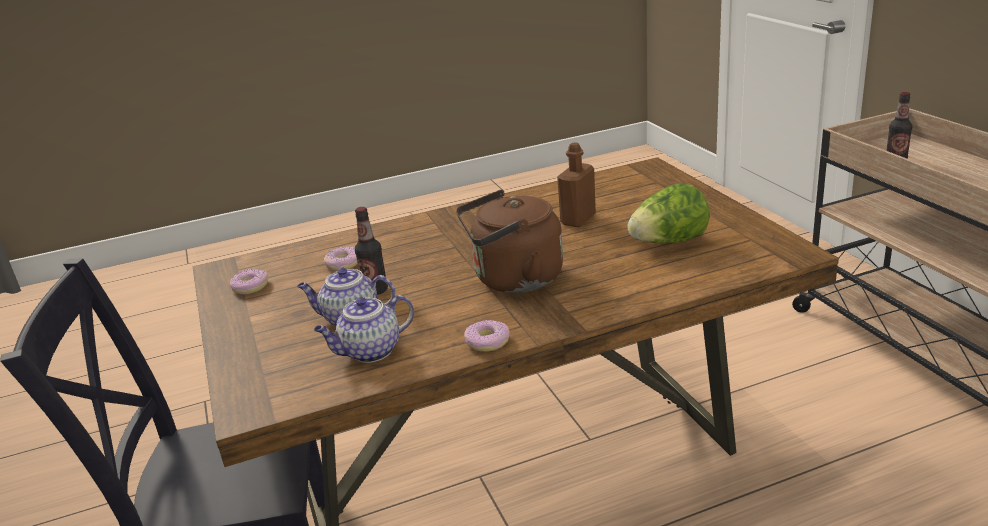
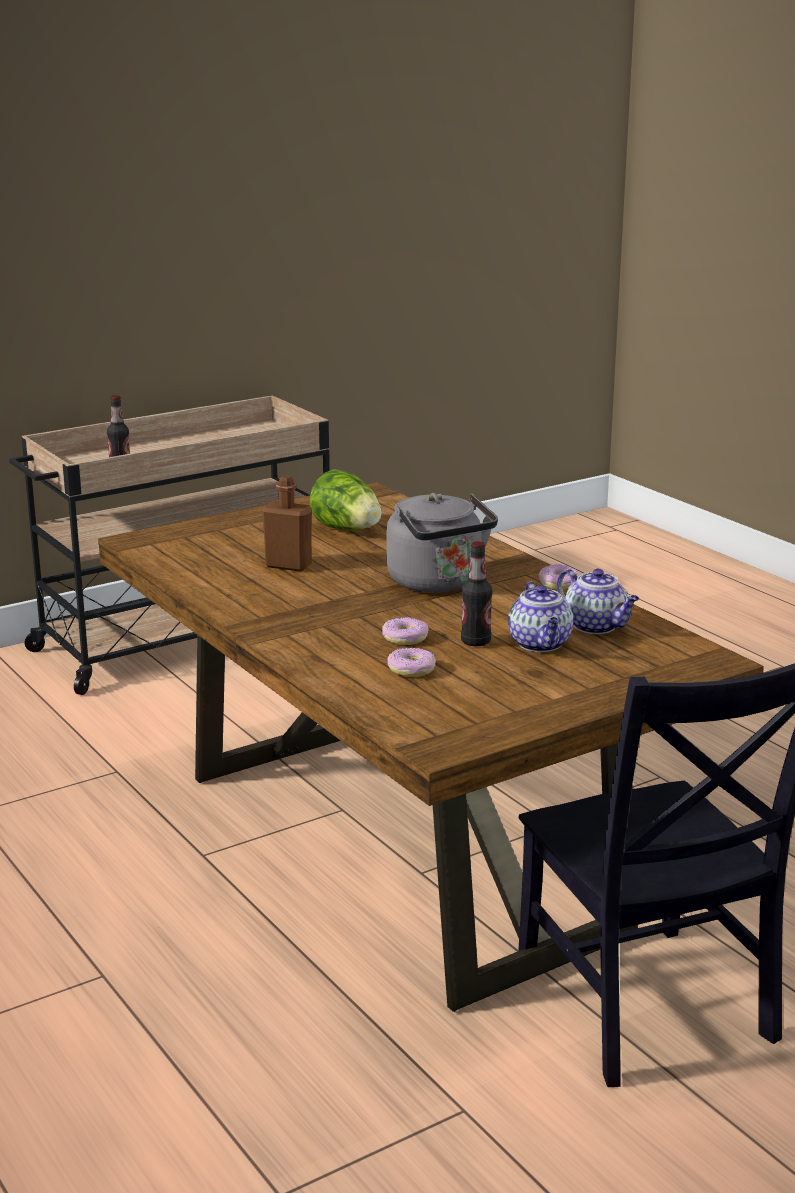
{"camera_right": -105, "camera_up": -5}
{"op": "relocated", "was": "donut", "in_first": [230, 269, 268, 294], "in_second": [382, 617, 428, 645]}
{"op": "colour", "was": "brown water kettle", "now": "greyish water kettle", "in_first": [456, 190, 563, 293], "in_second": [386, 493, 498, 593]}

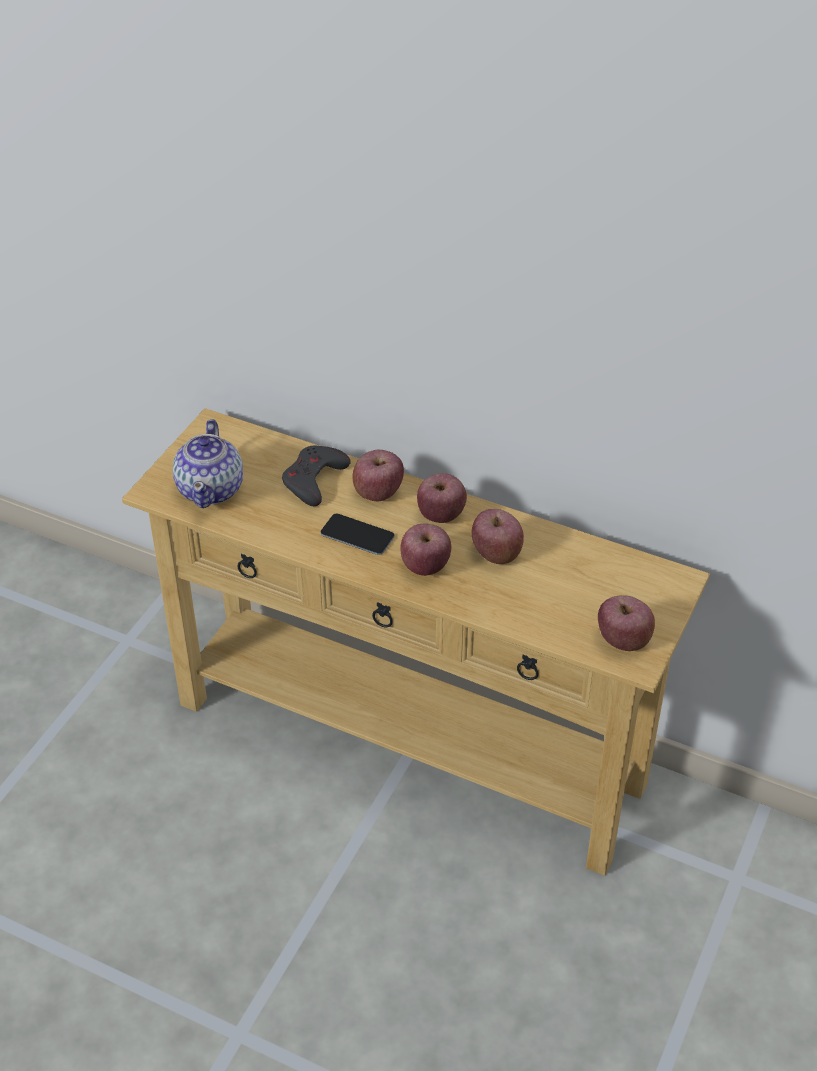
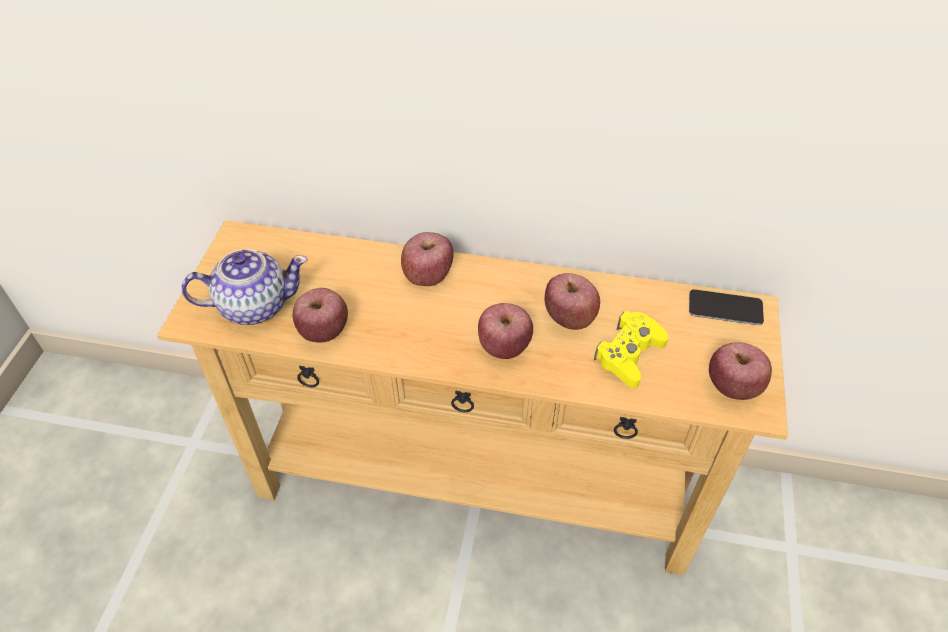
{"camera_right": -15, "camera_up": 5}
{"op": "spun", "was": "teapot", "in_first": [173, 419, 243, 508], "in_second": [182, 249, 308, 325], "clockwise": -90}
{"op": "relocated", "was": "whole apple", "in_first": [417, 473, 467, 523], "in_second": [292, 288, 348, 342]}
{"op": "appeared", "now": "yellowish gamepad", "in_second": [594, 311, 668, 388]}
{"op": "relocated", "was": "phone", "in_first": [321, 514, 394, 555], "in_second": [689, 289, 764, 325]}
{"op": "missing", "was": "greyish gamepad", "in_first": [282, 446, 351, 506]}

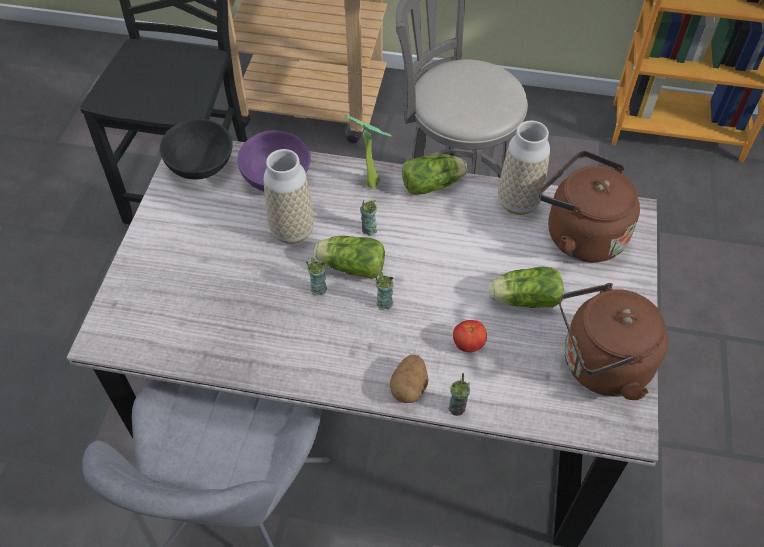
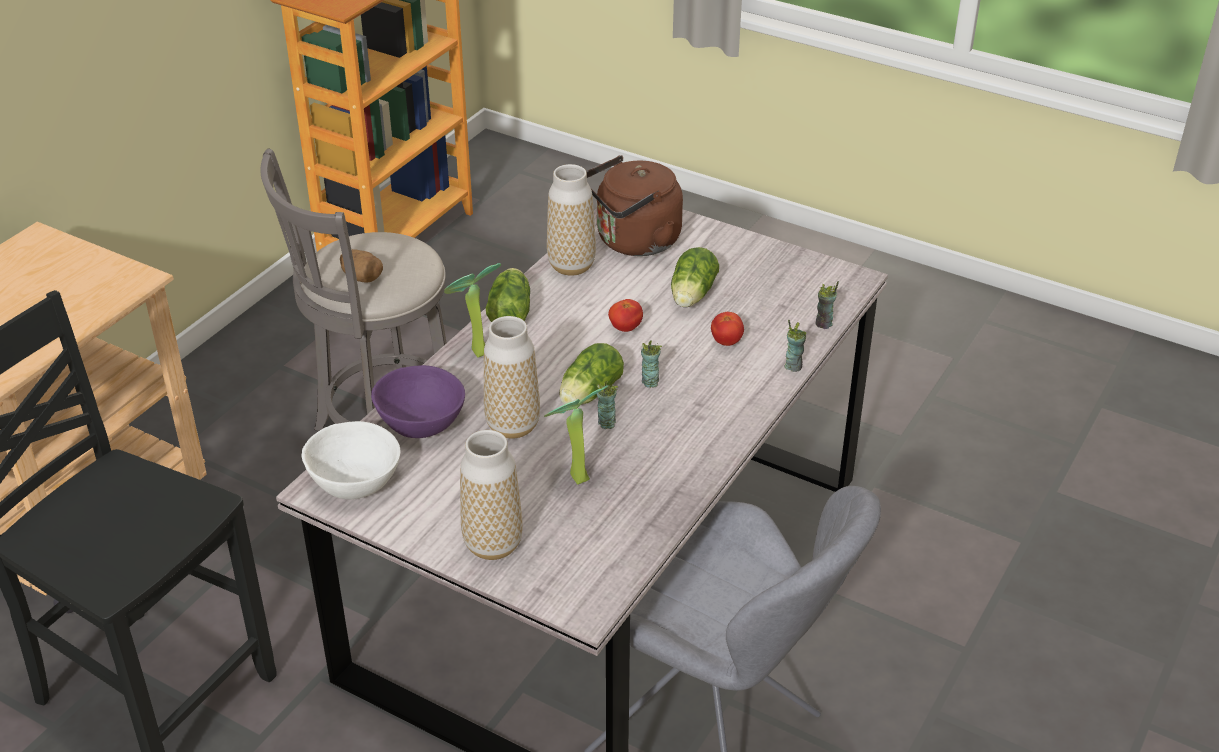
{"camera_right": -70, "camera_up": -15}
{"op": "colour", "was": "blackish serving bowl", "now": "whitish serving bowl", "in_first": [160, 119, 233, 179], "in_second": [301, 421, 400, 499]}
{"op": "relocated", "was": "potato", "in_first": [390, 354, 429, 403], "in_second": [340, 249, 383, 283]}
{"op": "appeared", "now": "vase", "in_second": [460, 430, 523, 560]}
{"op": "appeared", "now": "houseplant", "in_second": [544, 386, 608, 485]}
{"op": "appeared", "now": "fresh tomato", "in_second": [608, 299, 643, 332]}
{"op": "relocated", "was": "cup", "in_first": [360, 200, 377, 236], "in_second": [815, 281, 839, 329]}
{"op": "missing", "was": "brown water kettle", "in_first": [559, 283, 668, 400]}

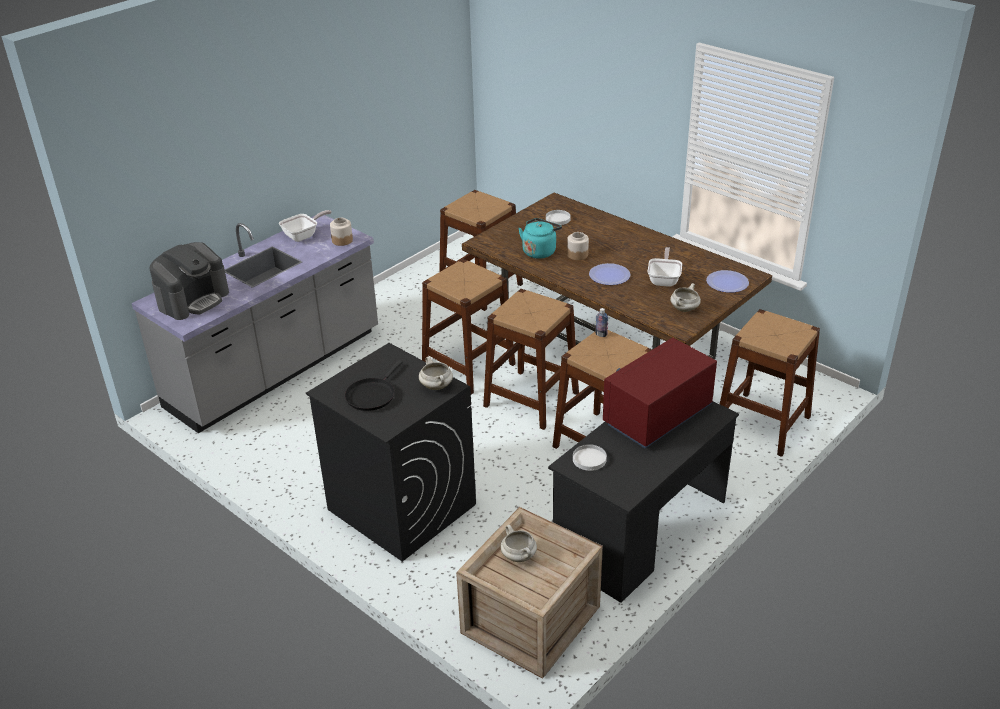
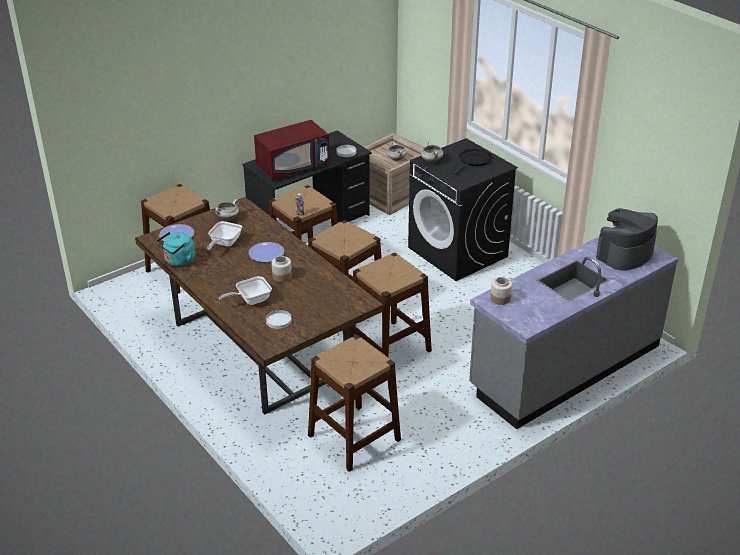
{"camera_right": -170, "camera_up": 0}
{"op": "relocated", "was": "turquoise-coloured water kettle", "in_first": [518, 218, 562, 259], "in_second": [156, 232, 195, 267]}
{"op": "relocated", "was": "skillet", "in_first": [279, 210, 332, 242], "in_second": [218, 276, 272, 305]}

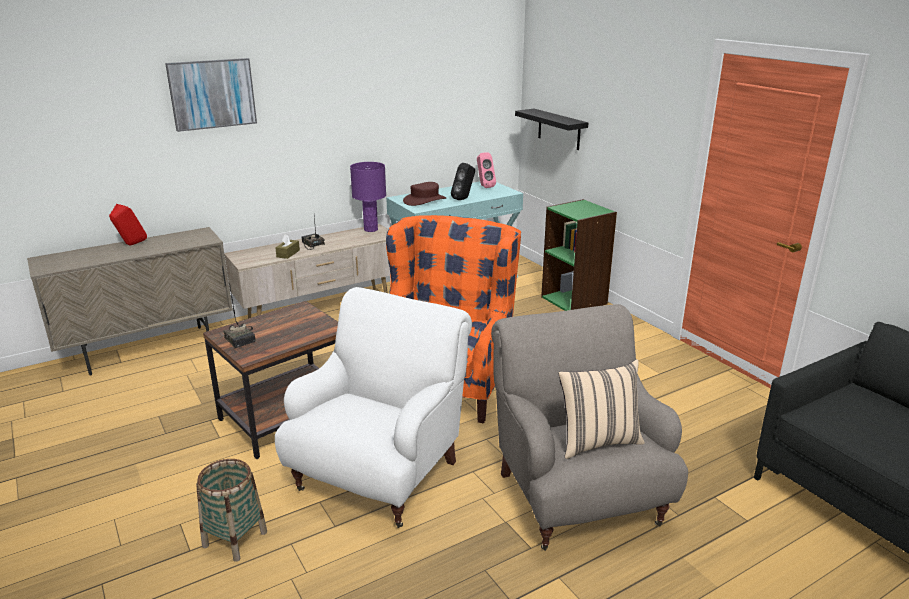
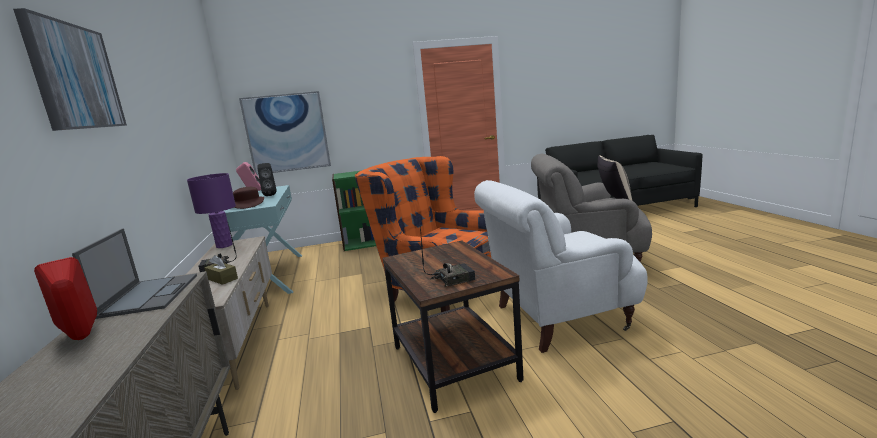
{"camera_right": -70, "camera_up": -10}
{"op": "appeared", "now": "portable computer", "in_second": [72, 228, 197, 319]}
{"op": "exchanged", "was": "blackish shelf", "now": "wall art", "in_first": [515, 109, 588, 150], "in_second": [239, 91, 331, 175]}
{"op": "spun", "was": "whitish armchair", "in_first": [275, 287, 472, 528], "in_second": [474, 180, 648, 353], "clockwise": -60}
{"op": "missing", "was": "storage basket", "in_first": [196, 459, 267, 562]}

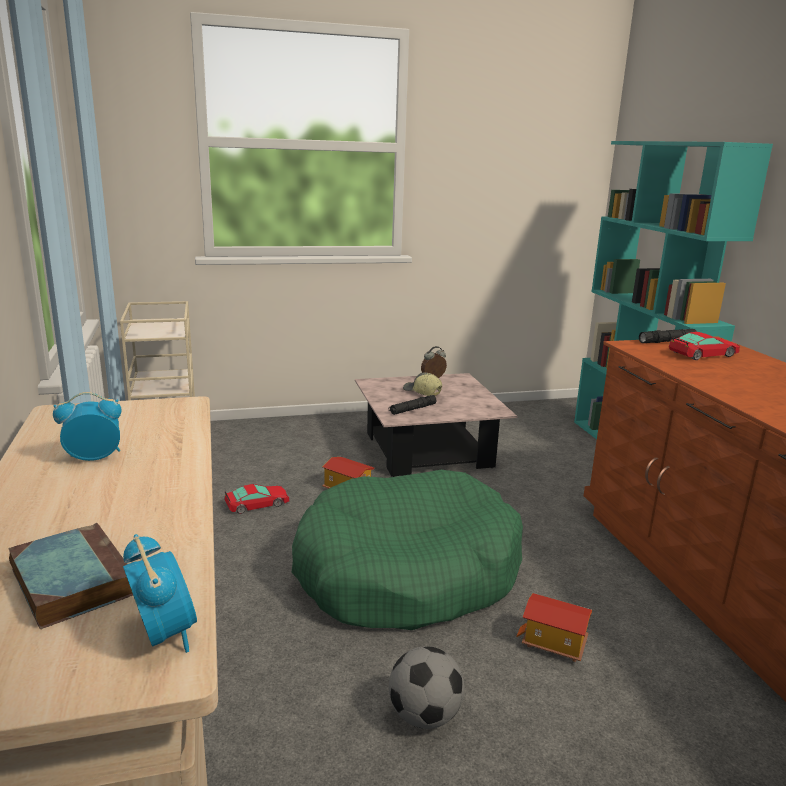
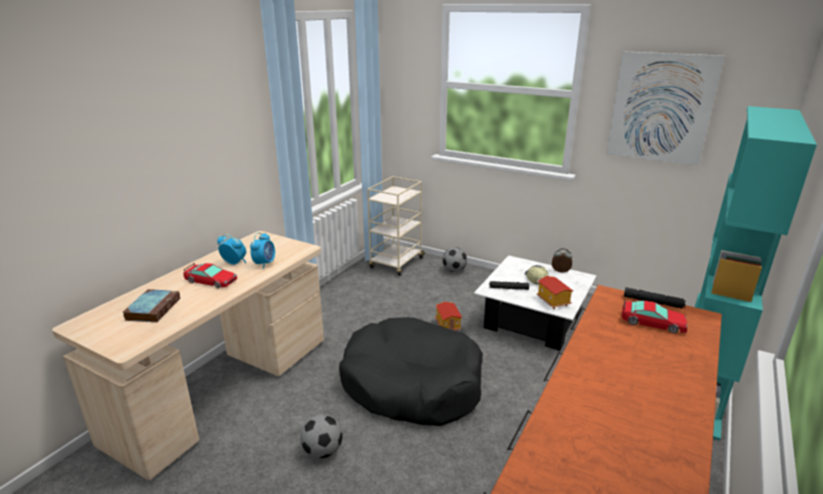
{"camera_right": 45, "camera_up": 5}
{"op": "relocated", "was": "model car", "in_first": [224, 484, 290, 514], "in_second": [184, 263, 237, 288]}
{"op": "relocated", "was": "alarm clock", "in_first": [123, 534, 197, 653], "in_second": [250, 233, 275, 269]}
{"op": "colour", "was": "green pet bed", "now": "blackish pet bed", "in_first": [291, 470, 523, 630], "in_second": [339, 317, 483, 426]}
{"op": "appeared", "now": "football", "in_second": [442, 247, 467, 272]}
{"op": "colour", "was": "pinkish low table", "now": "whitish low table", "in_first": [355, 373, 517, 477], "in_second": [474, 255, 597, 351]}
{"op": "relocated", "was": "model house", "in_first": [516, 593, 592, 662], "in_second": [536, 276, 573, 309]}
{"op": "appeared", "now": "wall art", "in_second": [606, 51, 724, 166]}

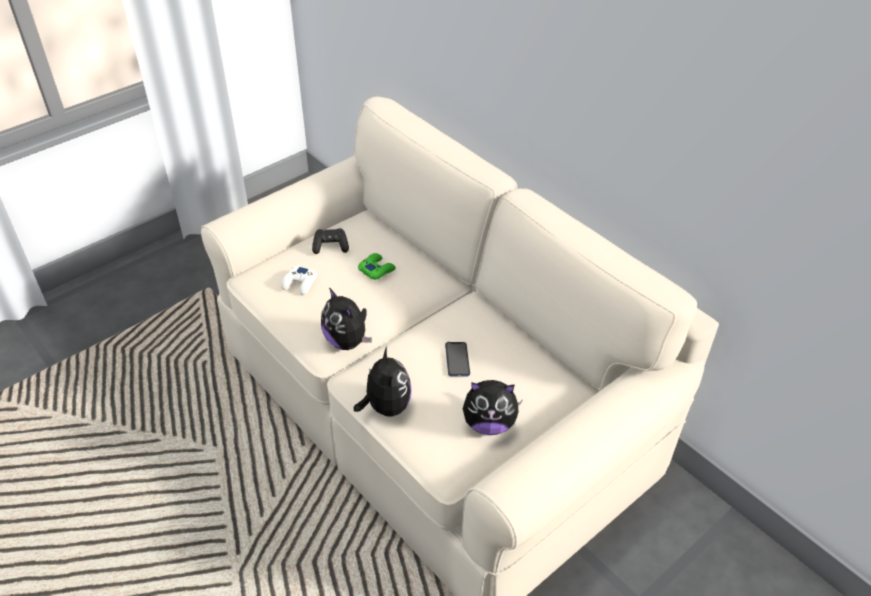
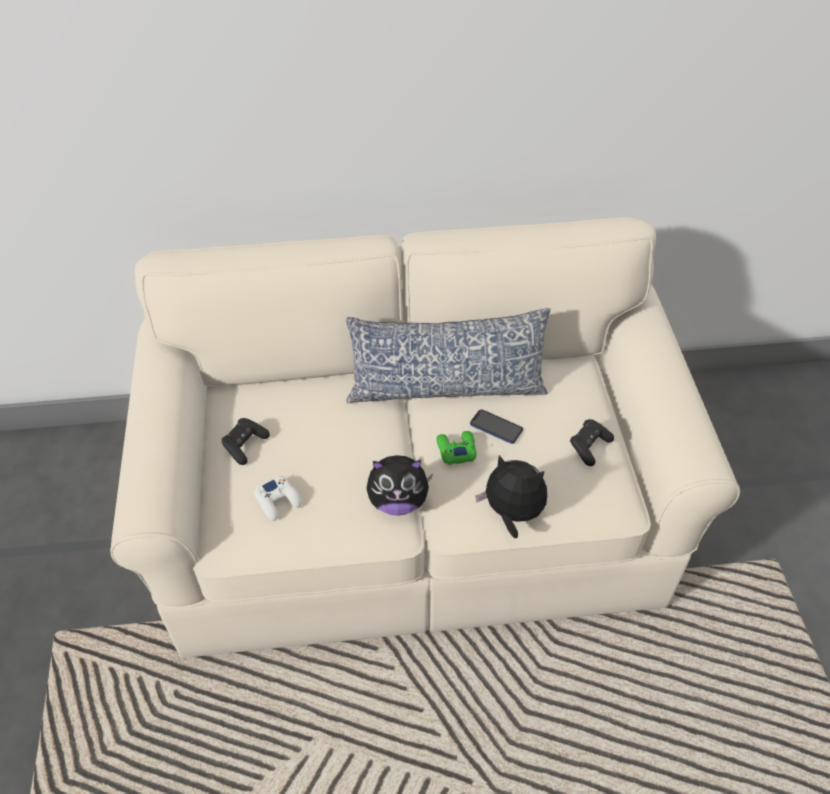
{"camera_right": -55, "camera_up": 5}
{"op": "appeared", "now": "throw pillow", "in_second": [346, 308, 551, 403]}
{"op": "relocated", "was": "green gamepad", "in_first": [358, 253, 396, 280], "in_second": [436, 431, 476, 465]}
{"op": "exchanged", "was": "soft toy", "now": "blackish gamepad", "in_first": [463, 380, 522, 435], "in_second": [569, 419, 614, 466]}

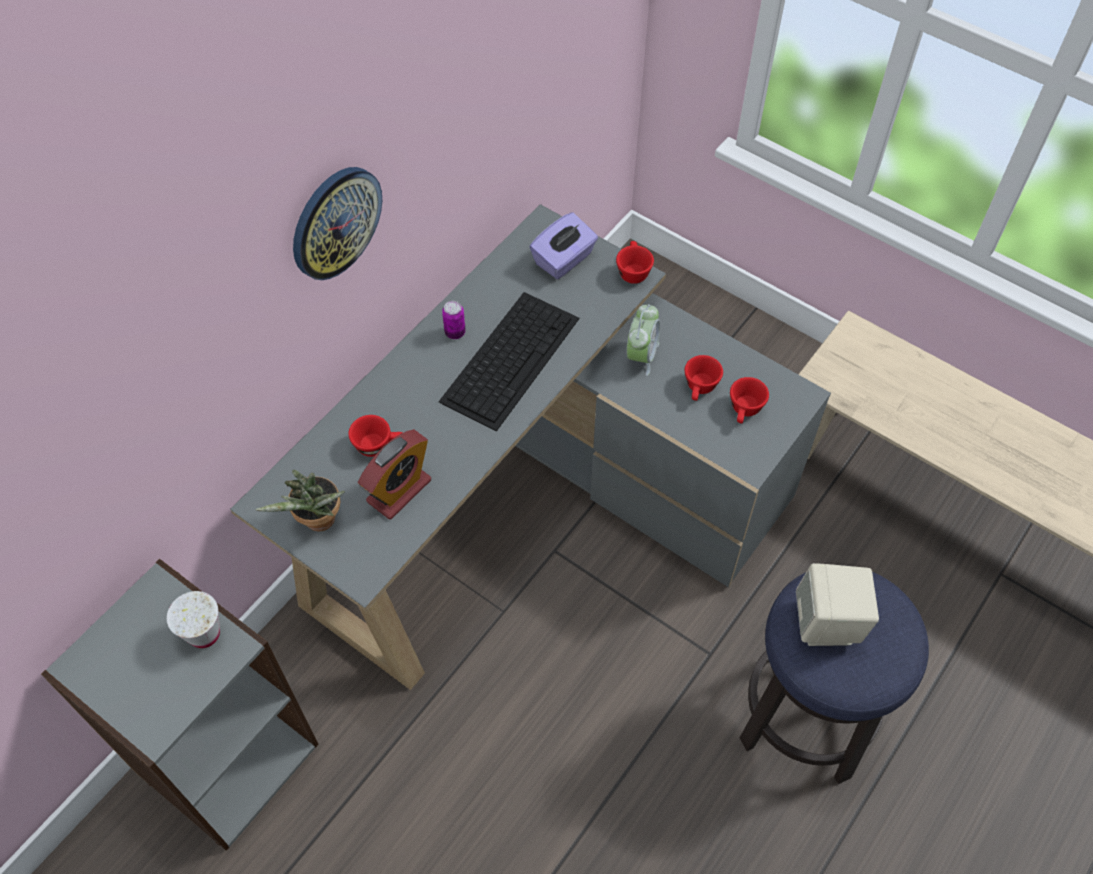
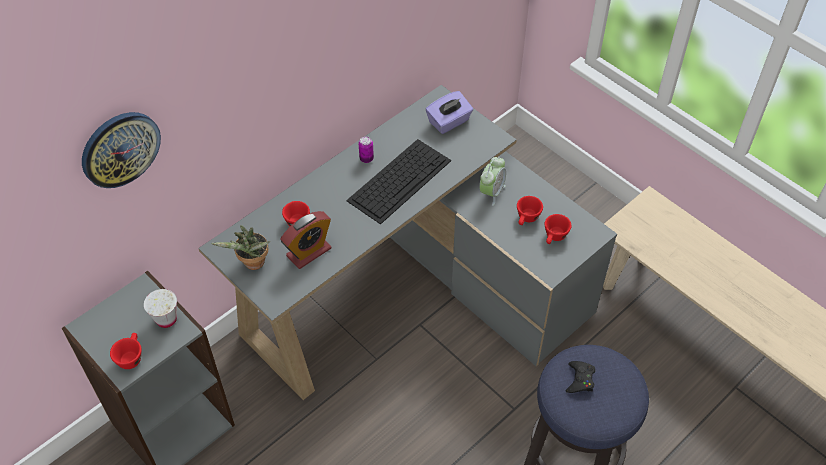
{"camera_right": 10, "camera_up": -5}
{"op": "relocated", "was": "clock on the wall", "in_first": [293, 167, 382, 280], "in_second": [82, 112, 161, 188]}
{"op": "relocated", "was": "red-coloured cup", "in_first": [616, 241, 654, 284], "in_second": [110, 333, 142, 369]}
{"op": "exchanged", "was": "beige audio speaker", "now": "blackish gamepad", "in_first": [796, 563, 879, 646], "in_second": [566, 361, 596, 393]}

